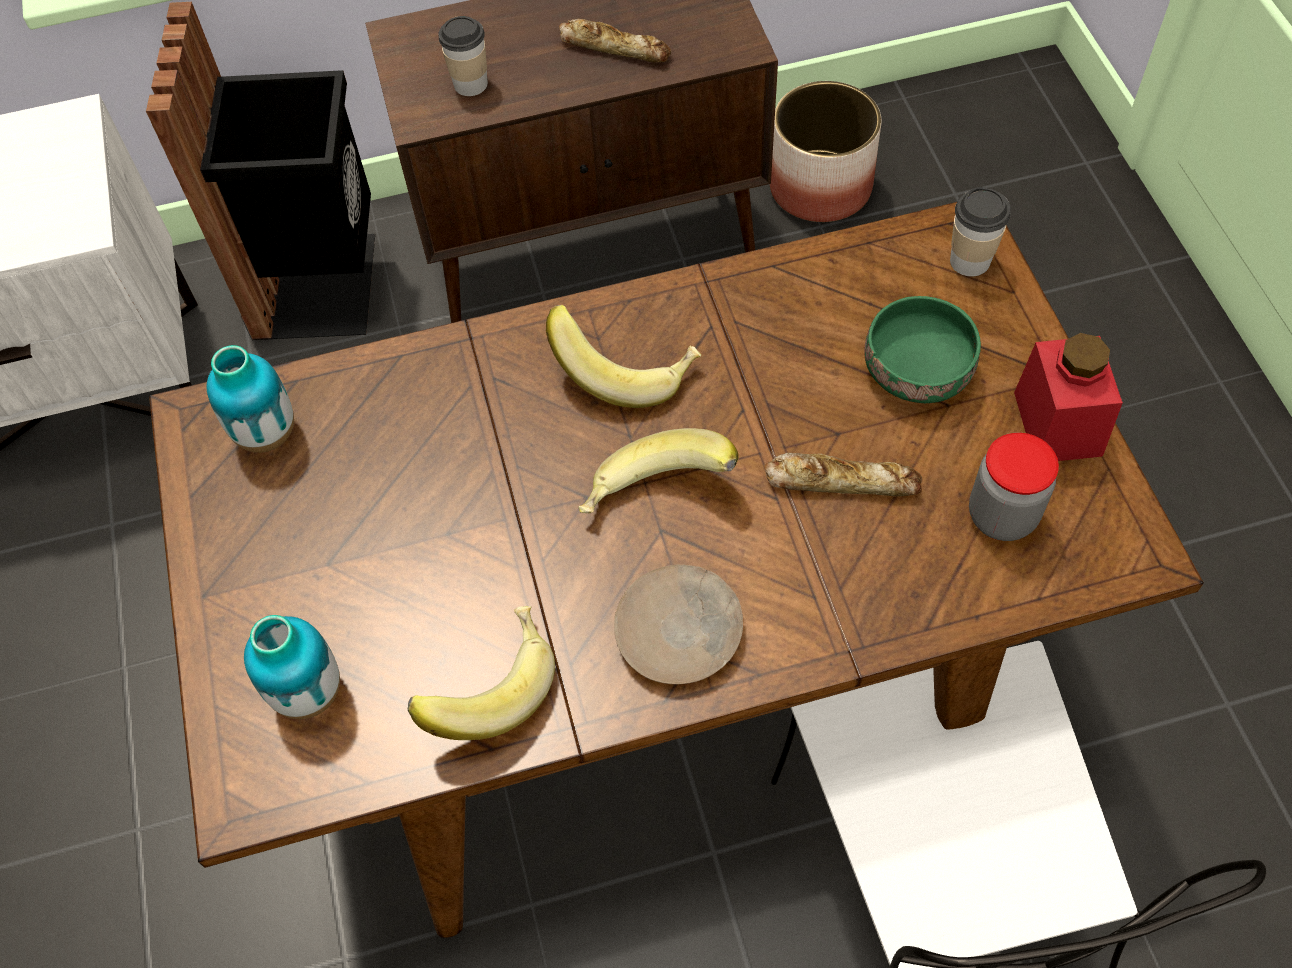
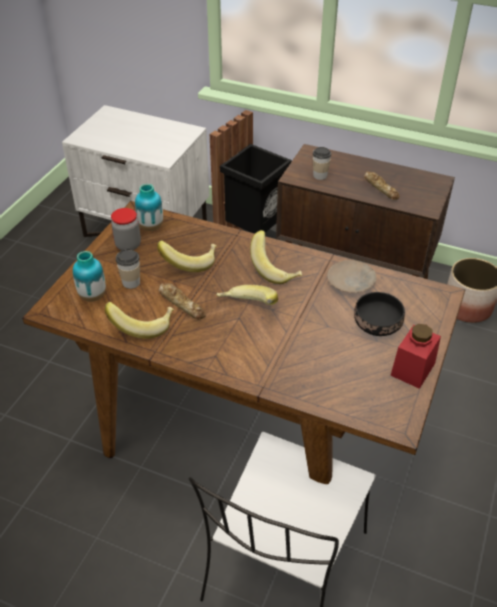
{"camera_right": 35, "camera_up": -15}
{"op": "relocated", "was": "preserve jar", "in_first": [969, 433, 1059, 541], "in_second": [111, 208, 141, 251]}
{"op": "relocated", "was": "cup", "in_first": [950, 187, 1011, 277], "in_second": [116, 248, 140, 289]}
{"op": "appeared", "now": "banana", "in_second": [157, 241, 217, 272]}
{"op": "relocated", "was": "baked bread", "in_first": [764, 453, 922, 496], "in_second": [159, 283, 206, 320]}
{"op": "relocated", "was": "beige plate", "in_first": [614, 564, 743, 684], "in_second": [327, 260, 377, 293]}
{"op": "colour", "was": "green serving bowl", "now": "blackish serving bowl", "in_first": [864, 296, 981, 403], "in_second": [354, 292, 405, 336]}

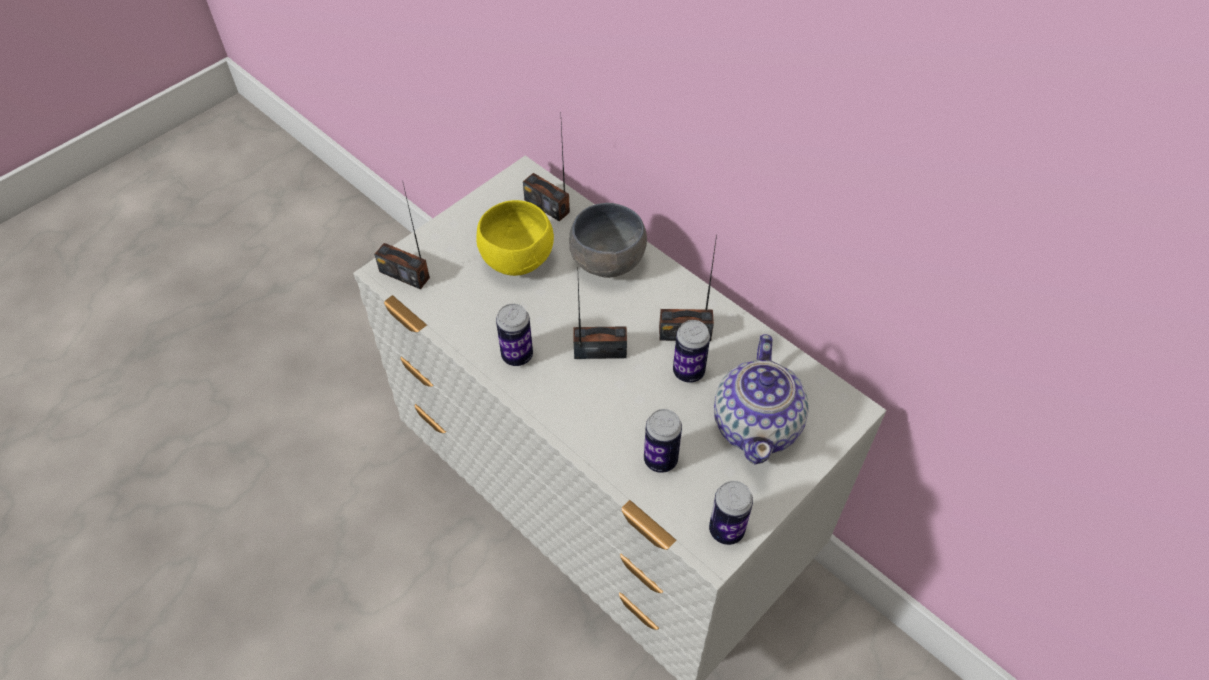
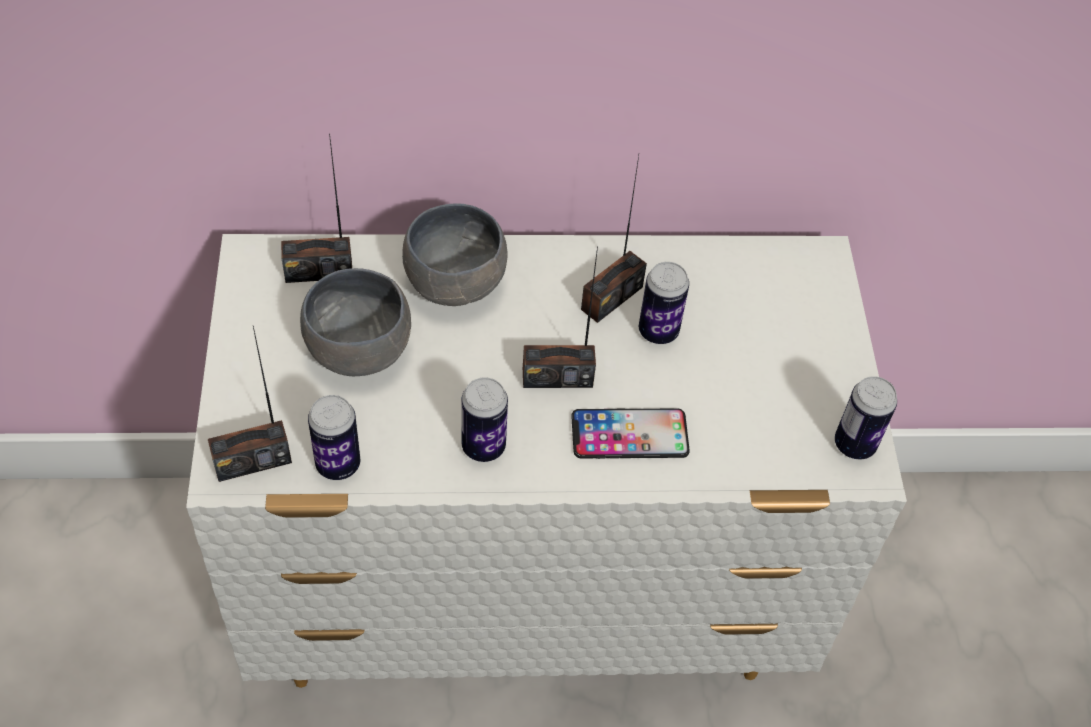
{"camera_right": -50, "camera_up": 0}
{"op": "colour", "was": "yellowish serving bowl", "now": "greyish serving bowl", "in_first": [476, 200, 554, 276], "in_second": [300, 268, 411, 376]}
{"op": "relocated", "was": "can", "in_first": [644, 409, 682, 473], "in_second": [308, 395, 360, 480]}
{"op": "spun", "was": "radio set", "in_first": [574, 280, 627, 359], "in_second": [523, 246, 598, 388], "clockwise": -135}
{"op": "appeared", "now": "phone", "in_second": [571, 409, 690, 459]}
{"op": "missing", "was": "teapot", "in_first": [714, 334, 809, 464]}

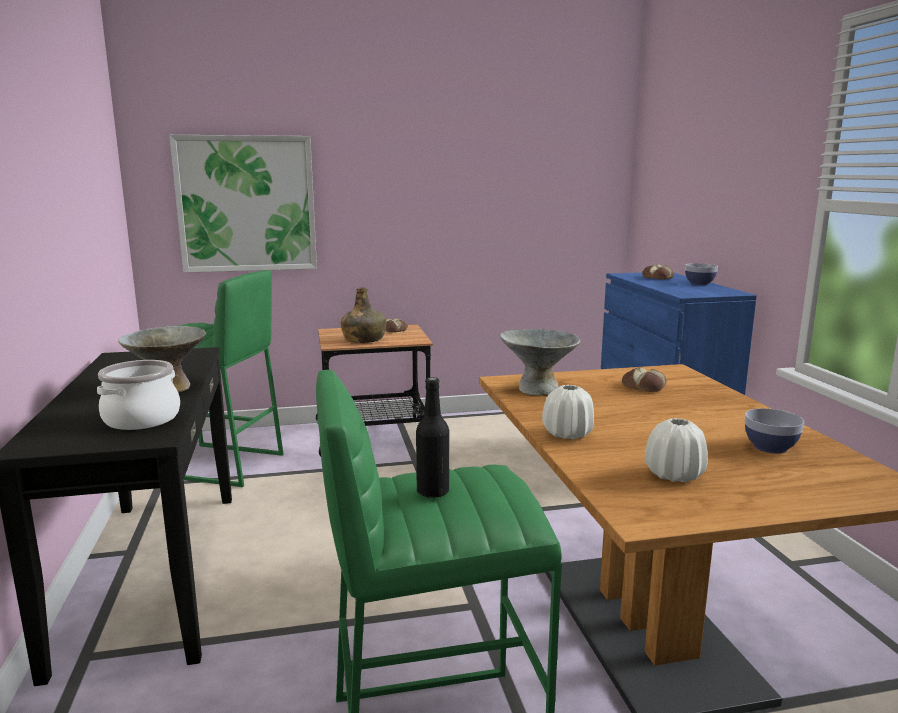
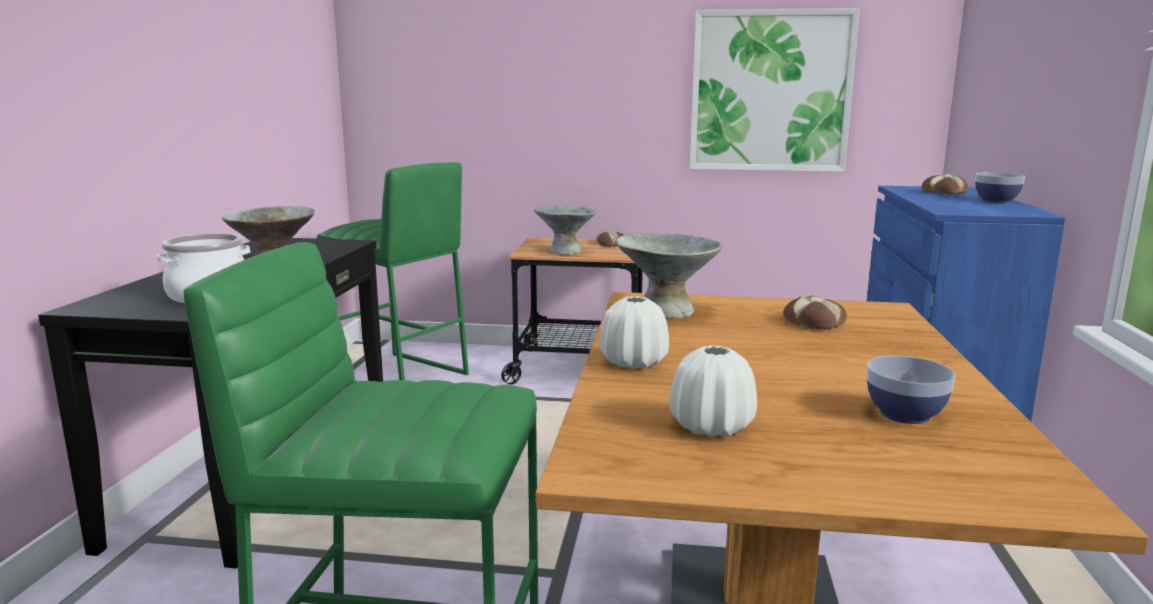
{"camera_right": 20, "camera_up": 0}
{"op": "exchanged", "was": "green drink bottle", "now": "greyish serving bowl", "in_first": [341, 288, 386, 343], "in_second": [534, 206, 597, 255]}
{"op": "relocated", "was": "wall art", "in_first": [169, 135, 317, 273], "in_second": [689, 8, 860, 172]}
{"op": "missing", "was": "blackish drink bottle", "in_first": [416, 377, 450, 498]}

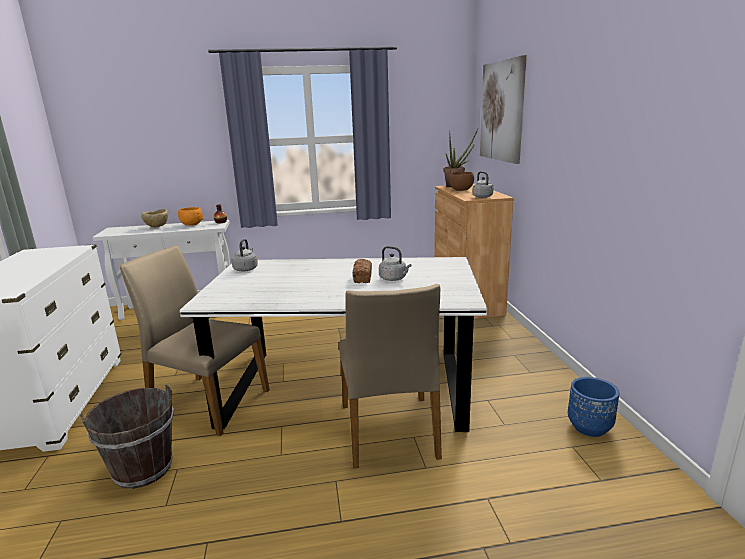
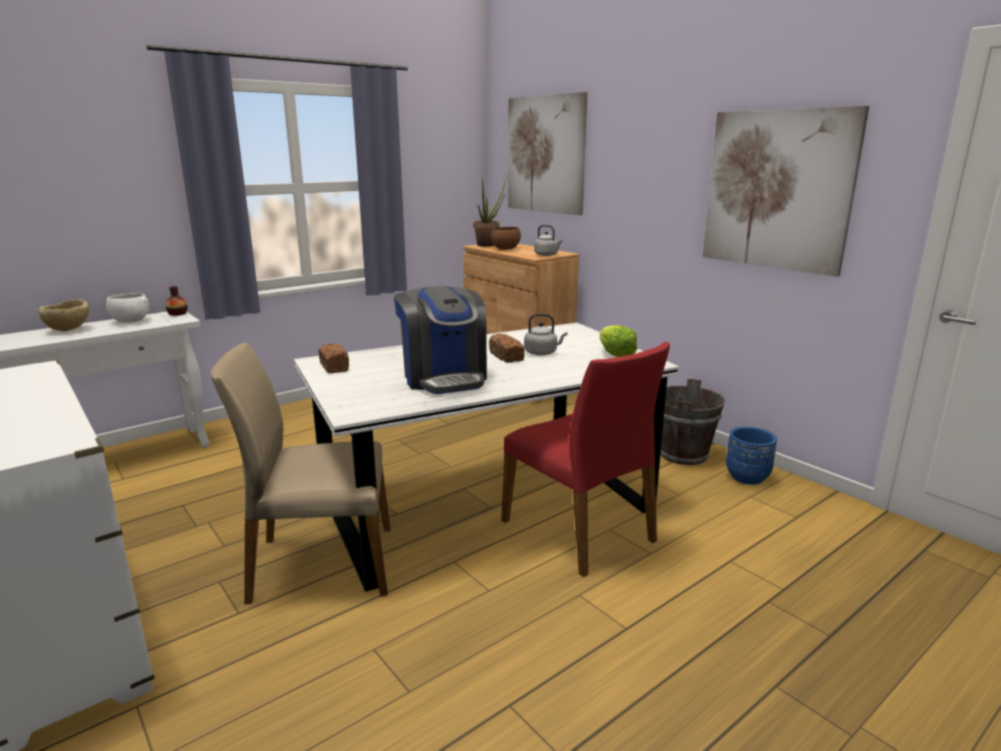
{"camera_right": -30, "camera_up": 0}
{"op": "colour", "was": "orange-coloured serving bowl", "now": "whitish serving bowl", "in_first": [178, 207, 203, 226], "in_second": [106, 293, 149, 323]}
{"op": "exchanged", "was": "greyish water kettle", "now": "baked bread", "in_first": [231, 239, 258, 271], "in_second": [318, 344, 349, 373]}
{"op": "appeared", "now": "coffee brewer", "in_second": [394, 286, 487, 394]}
{"op": "colour", "was": "beige chair", "now": "red-coloured chair", "in_first": [339, 284, 442, 468], "in_second": [501, 342, 670, 577]}
{"op": "appeared", "now": "head of lettuce", "in_second": [600, 325, 637, 357]}
{"op": "relocated", "was": "brown bucket", "in_first": [80, 384, 174, 489], "in_second": [661, 378, 725, 465]}
{"op": "appeared", "now": "wall art", "in_second": [703, 106, 869, 277]}

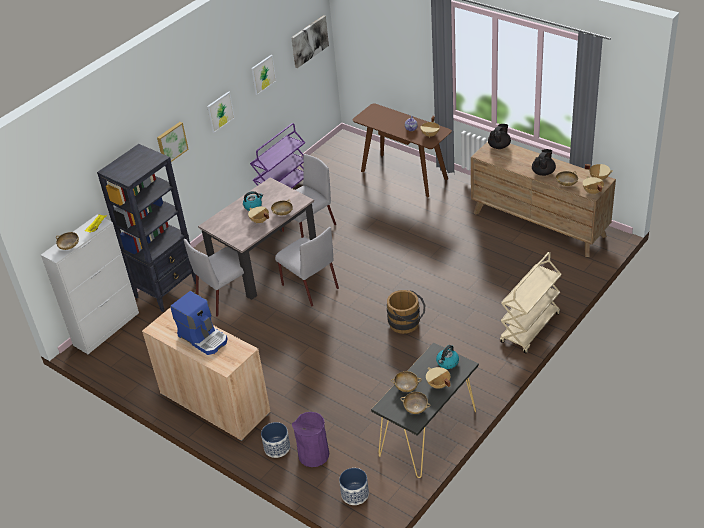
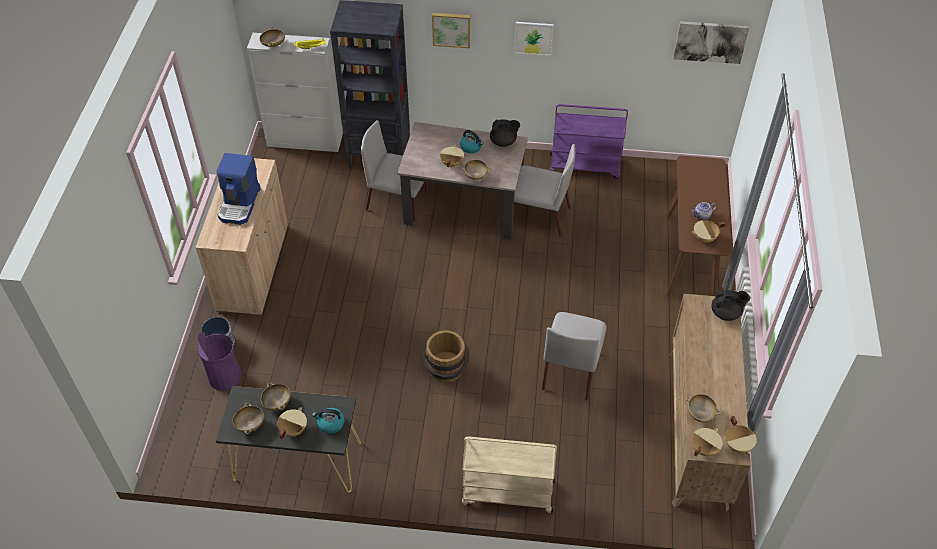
{"camera_right": 55, "camera_up": 10}
{"op": "relocated", "was": "blackish teapot", "in_first": [532, 149, 556, 176], "in_second": [490, 119, 520, 147]}
{"op": "relocated", "was": "greyish chair", "in_first": [275, 227, 339, 307], "in_second": [542, 312, 607, 401]}
{"op": "missing", "was": "wall art", "in_first": [251, 55, 276, 95]}
{"op": "missing", "was": "planter", "in_first": [339, 468, 369, 505]}

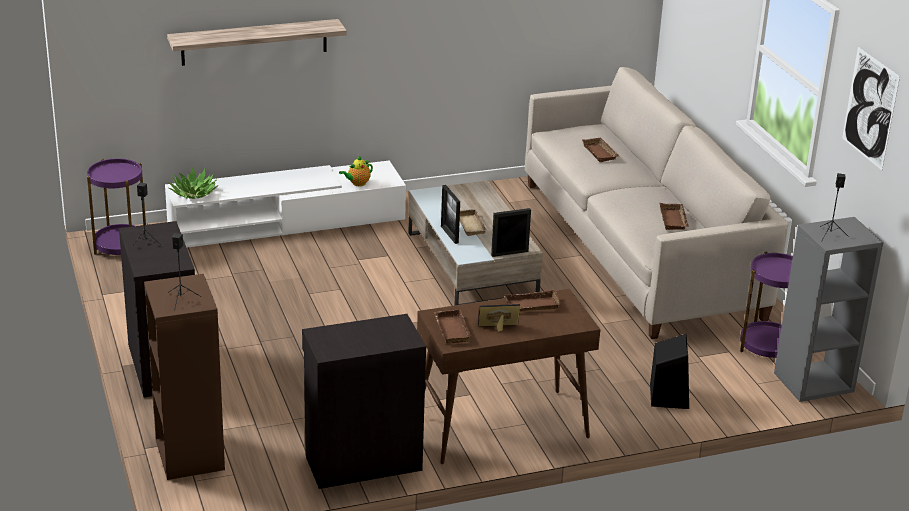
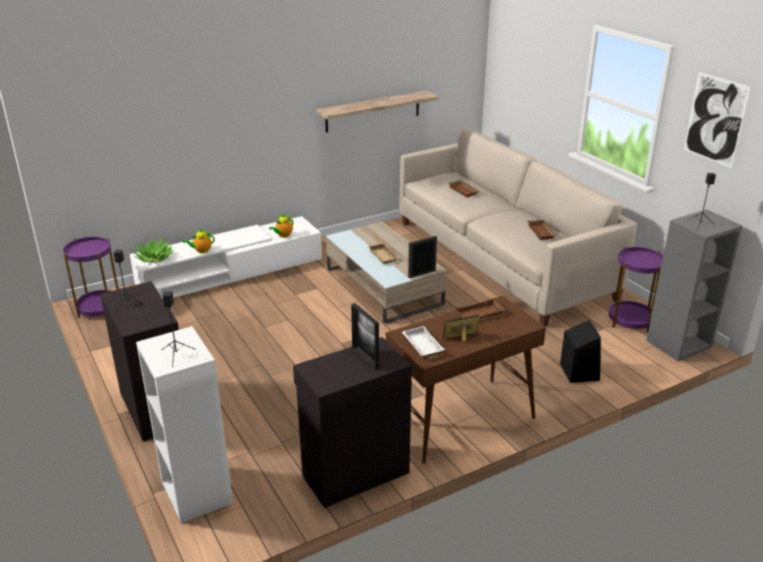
{"camera_right": -10, "camera_up": 0}
{"op": "colour", "was": "brown shelving unit", "now": "whitish shelving unit", "in_first": [144, 274, 225, 480], "in_second": [136, 326, 233, 523]}
{"op": "appeared", "now": "teapot", "in_second": [183, 228, 215, 253]}
{"op": "relocated", "was": "shelf", "in_first": [167, 19, 347, 66], "in_second": [316, 91, 439, 133]}
{"op": "relocated", "was": "photo frame", "in_first": [441, 185, 460, 244], "in_second": [351, 303, 379, 370]}
{"op": "colour", "was": "brown carrying tray", "now": "whitish carrying tray", "in_first": [434, 309, 472, 343], "in_second": [402, 326, 445, 359]}

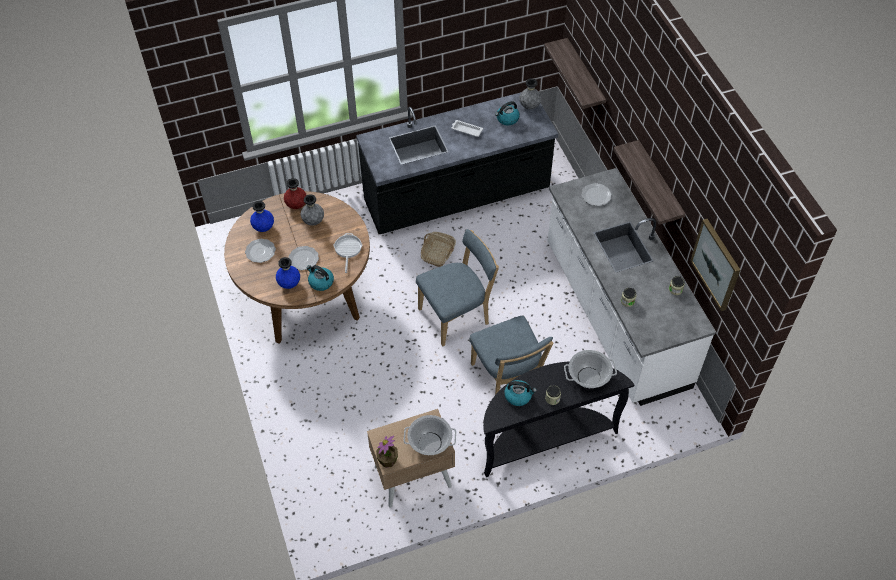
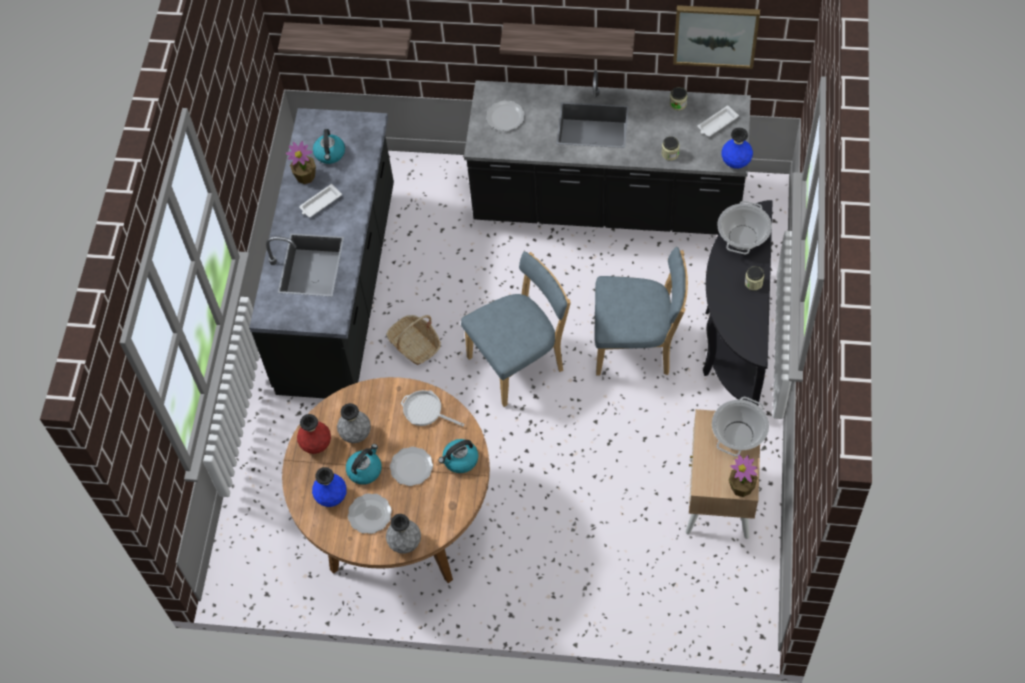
{"camera_right": -60, "camera_up": 5}
{"op": "appeared", "now": "houseplant", "in_second": [286, 141, 316, 184]}
{"op": "relocated", "was": "water kettle", "in_first": [504, 380, 537, 406], "in_second": [346, 444, 382, 485]}
{"op": "relocated", "was": "greyish vase", "in_first": [519, 78, 541, 109], "in_second": [386, 514, 421, 554]}
{"op": "spun", "was": "bluish chair", "in_first": [416, 229, 499, 346], "in_second": [461, 252, 571, 407], "clockwise": 60}
{"op": "colour", "was": "whitish kitchen counter", "now": "blackish kitchen counter", "in_first": [548, 168, 716, 406], "in_second": [464, 70, 751, 235]}
{"op": "appeared", "now": "whitish carrying tray", "in_second": [698, 105, 739, 137]}
{"op": "relocated", "was": "bluish vase", "in_first": [276, 257, 300, 289], "in_second": [722, 128, 753, 169]}

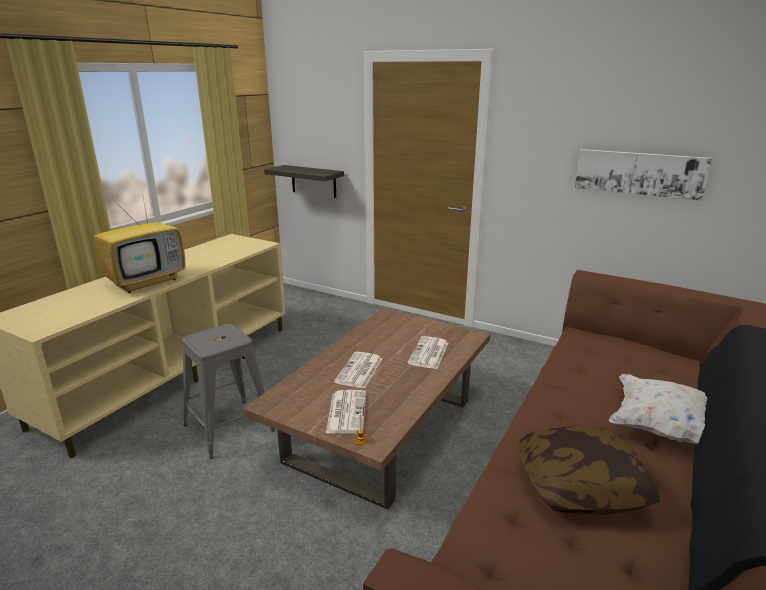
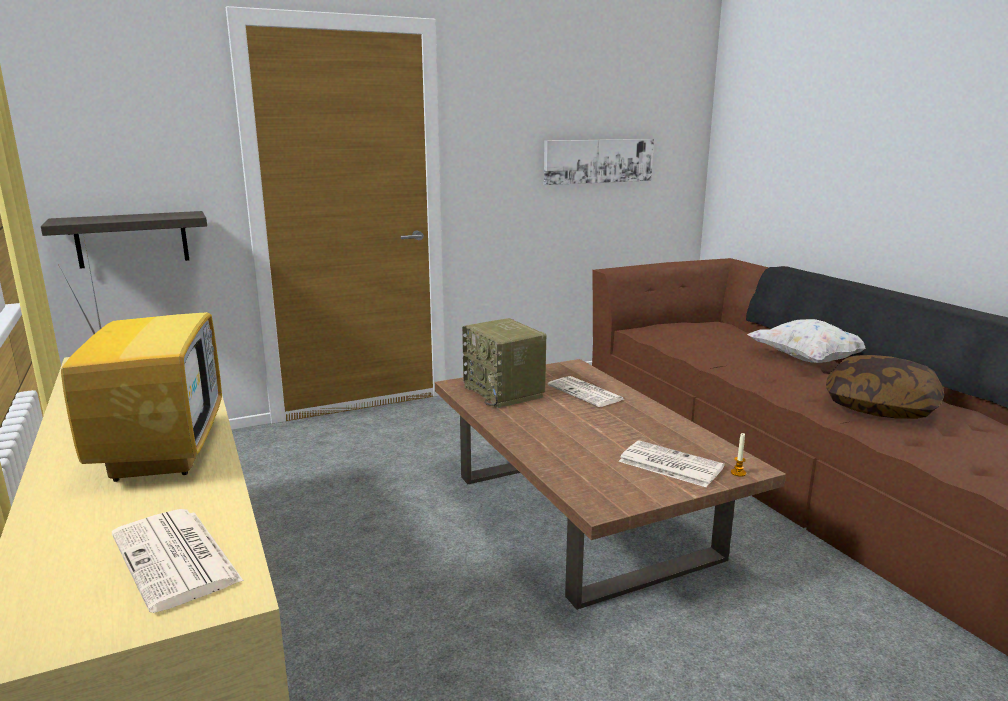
{"camera_right": -55, "camera_up": -5}
{"op": "relocated", "was": "newspaper", "in_first": [334, 352, 382, 389], "in_second": [112, 509, 244, 613]}
{"op": "appeared", "now": "radio set", "in_second": [462, 318, 547, 408]}
{"op": "missing", "was": "greyish sitting stool", "in_first": [182, 324, 275, 459]}

